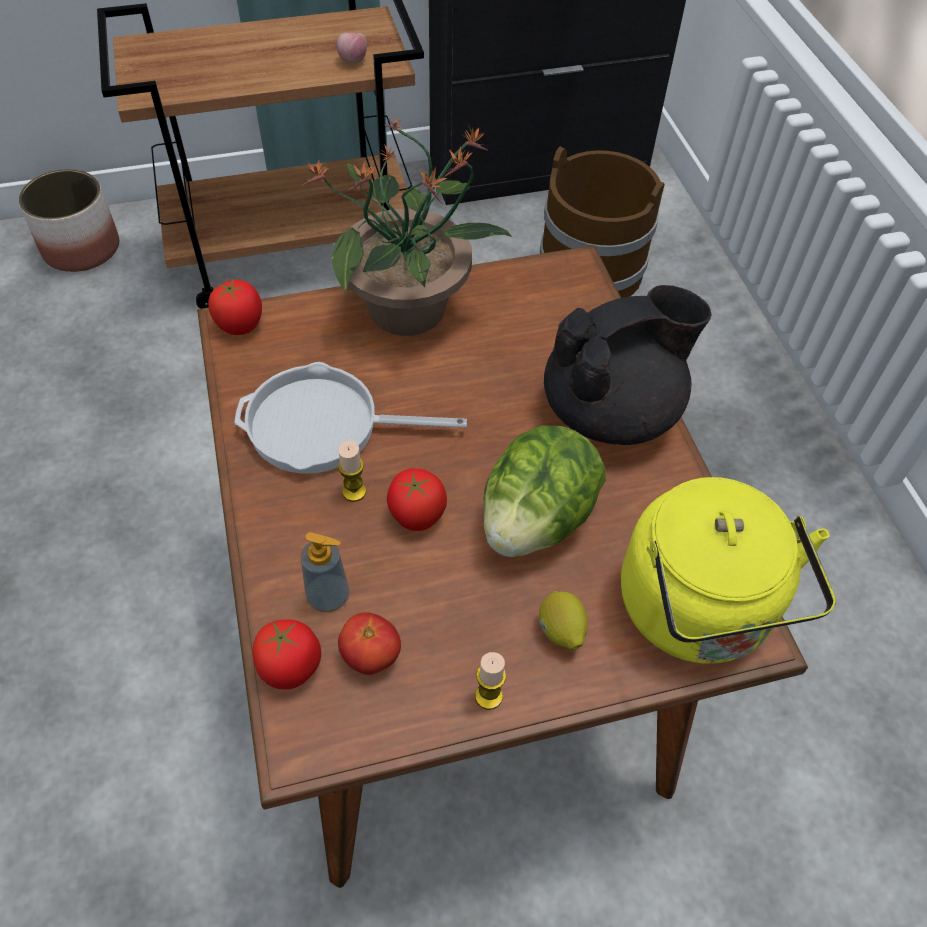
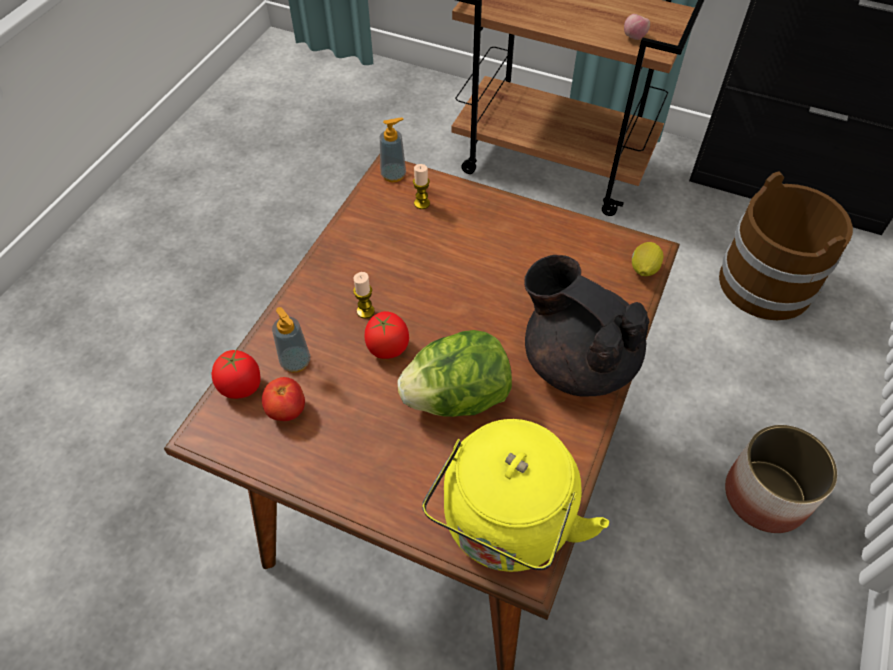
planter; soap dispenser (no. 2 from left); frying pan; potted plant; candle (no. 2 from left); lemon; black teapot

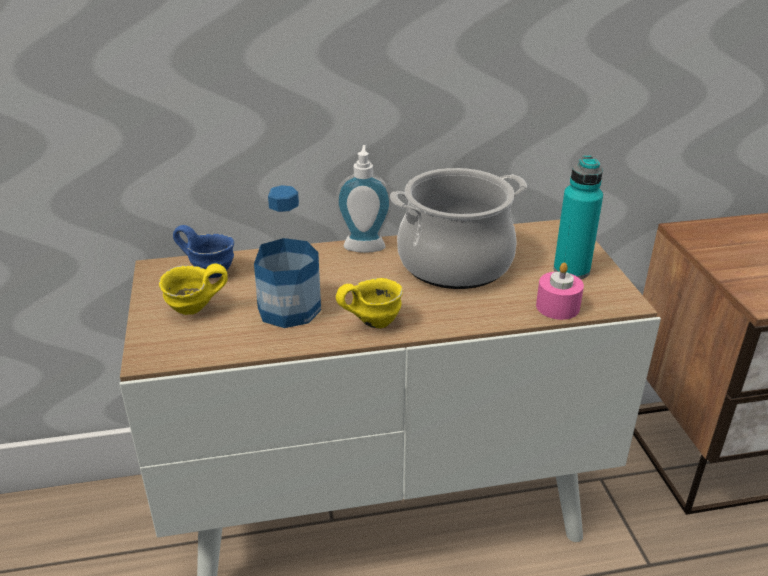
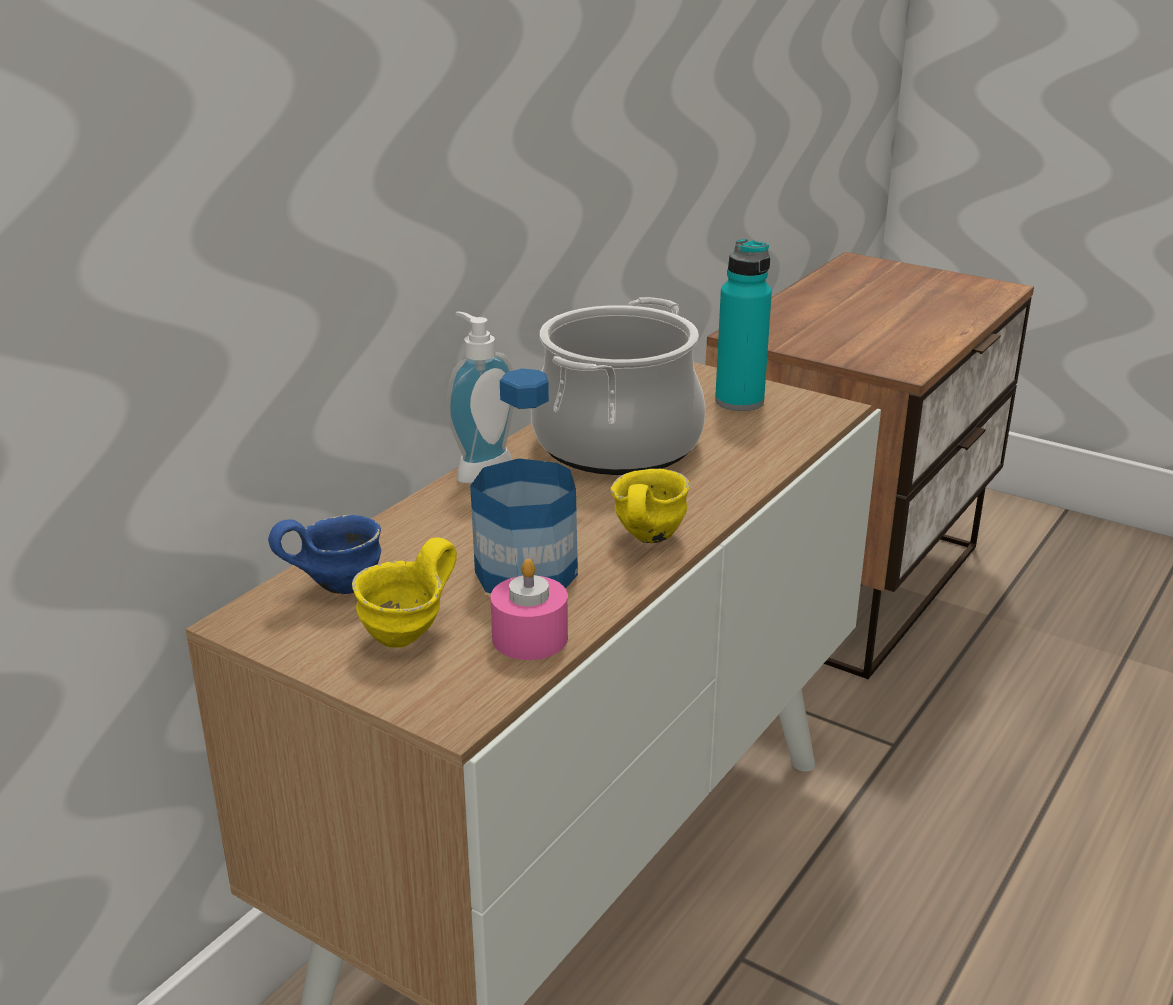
pink candle

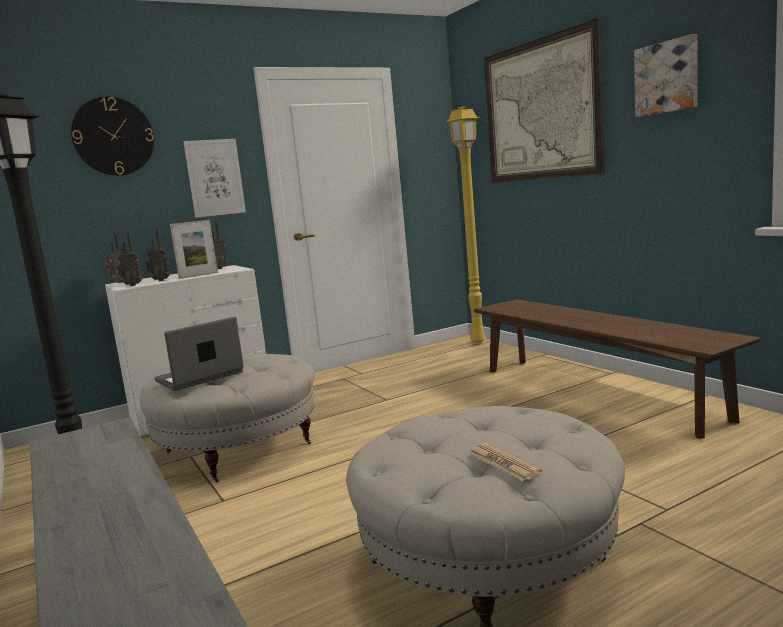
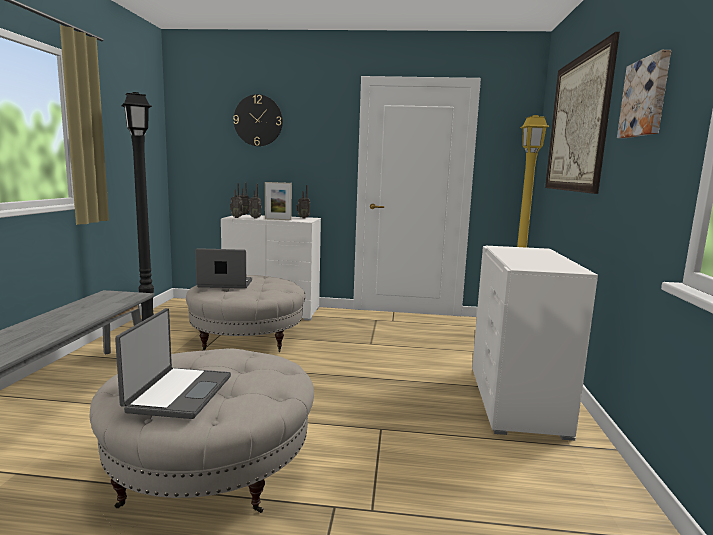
picture (no. 1 from left in the first image); laptop (no. 1 from left); white dresser (no. 2 from left)

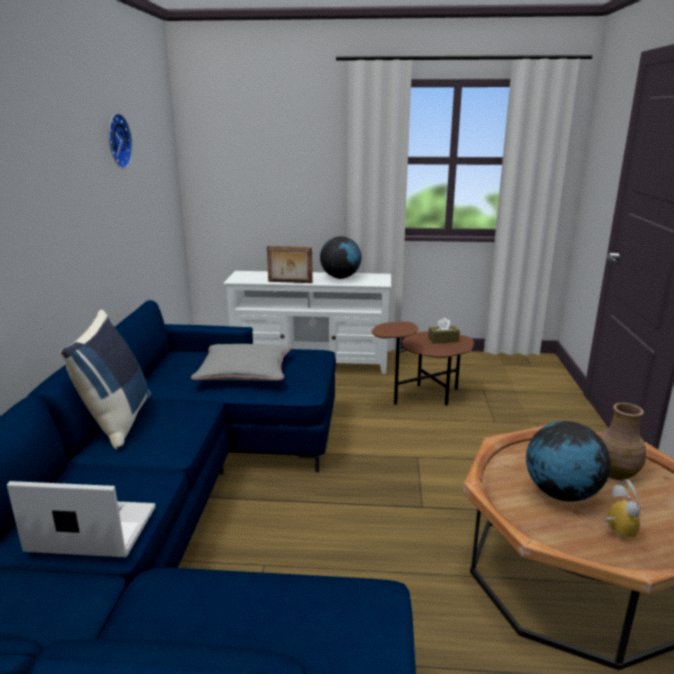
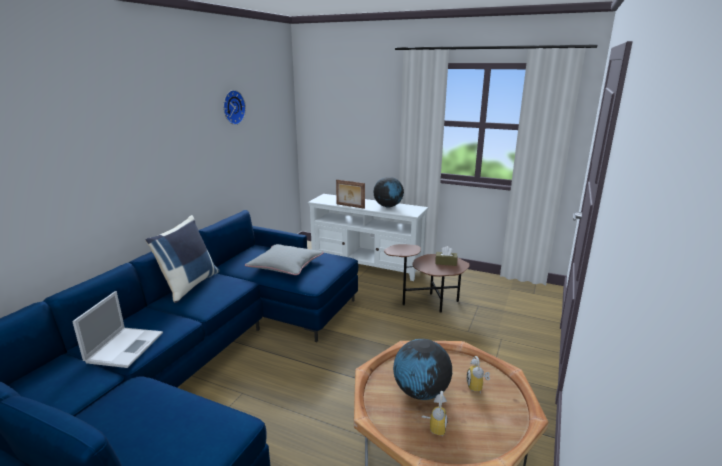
laptop; alarm clock (no. 2 from left)

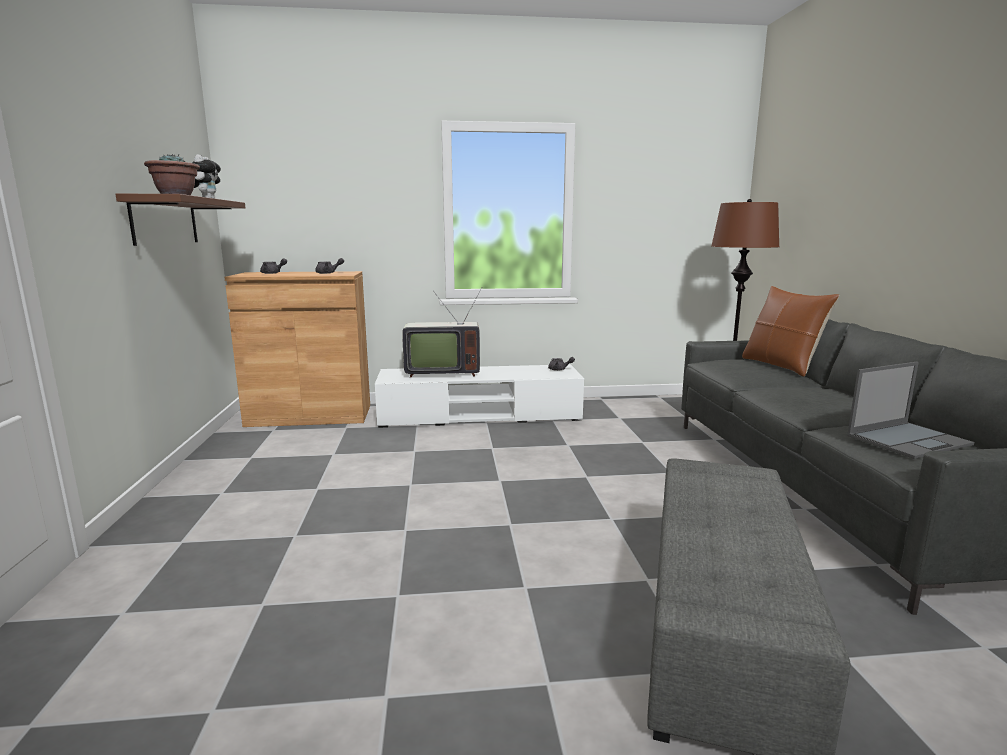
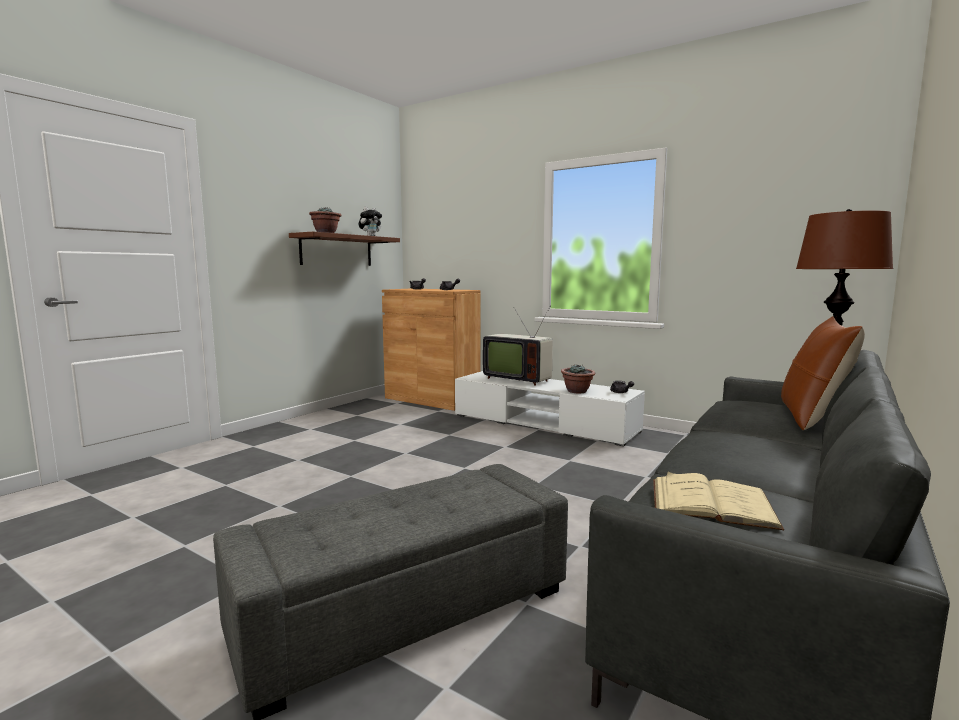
beige book; potted plant (no. 2 from left)

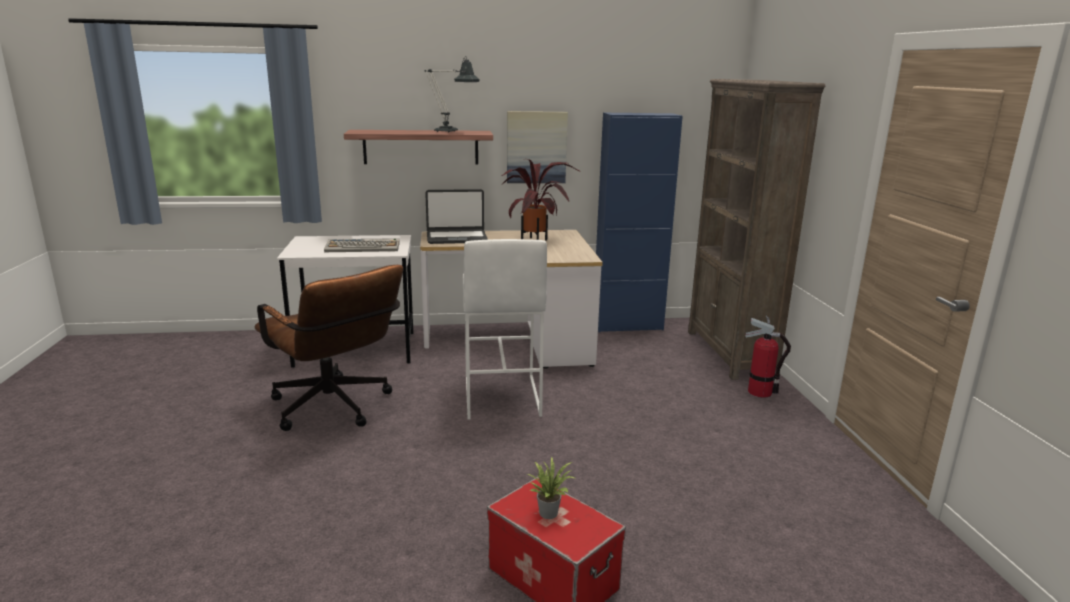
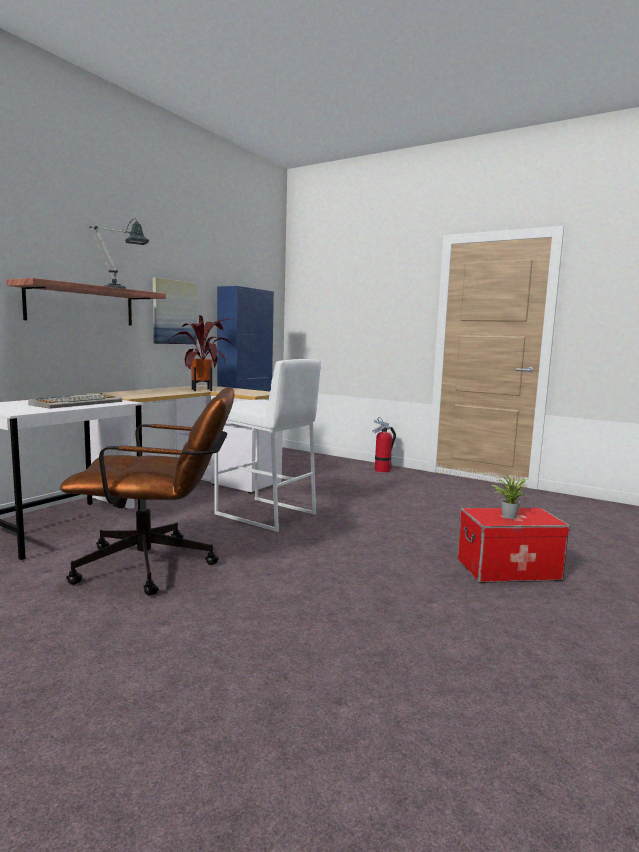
laptop; brown bookcase

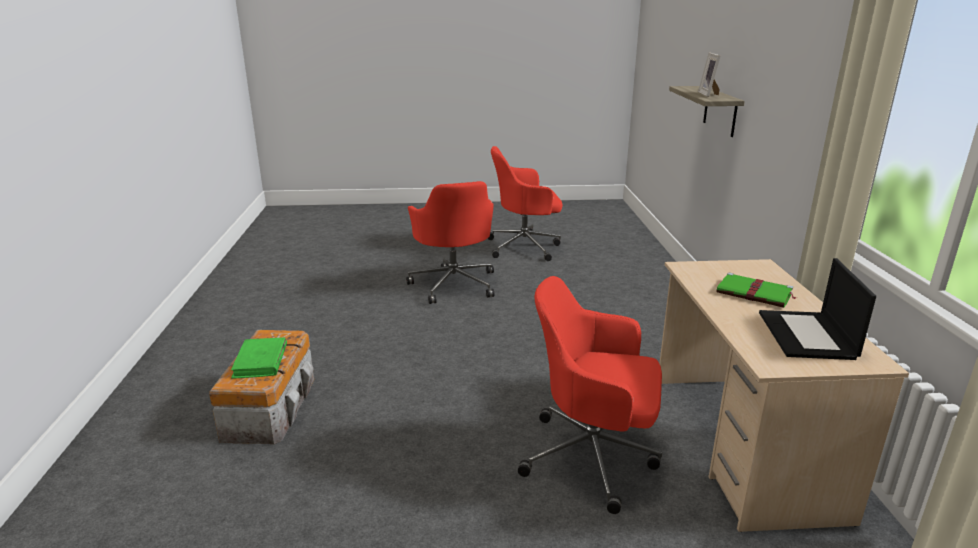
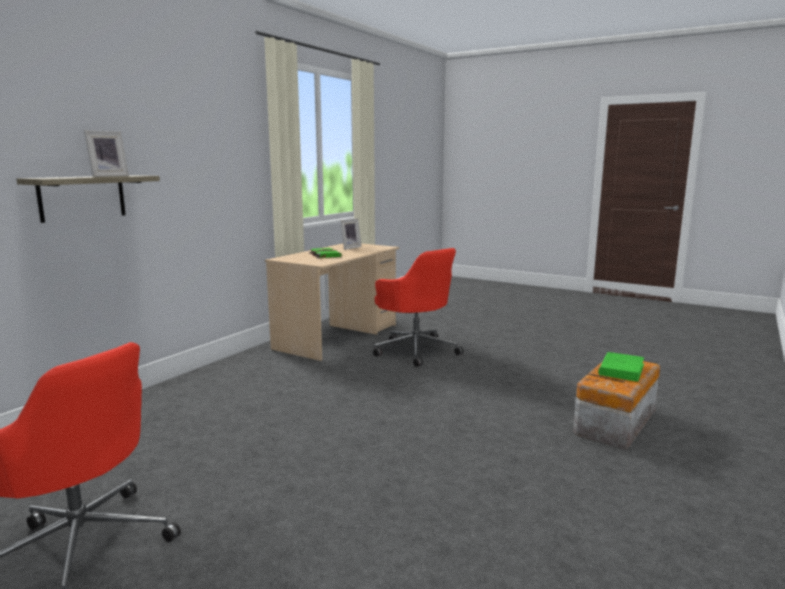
red office chair (no. 1 from left in the first image); picture frame (no. 2 from left)

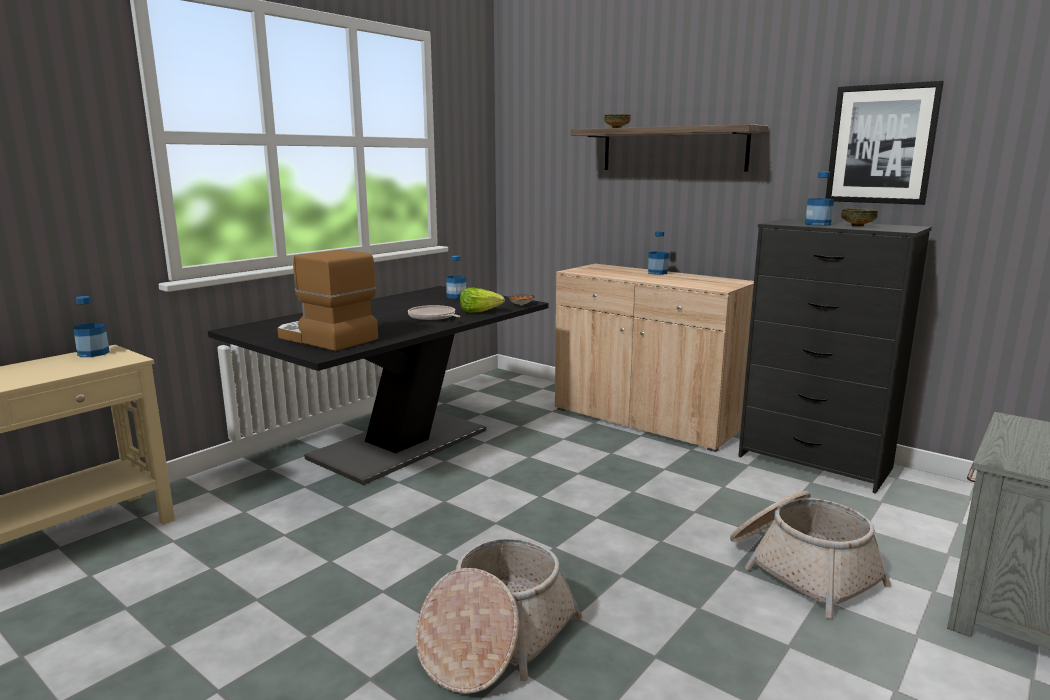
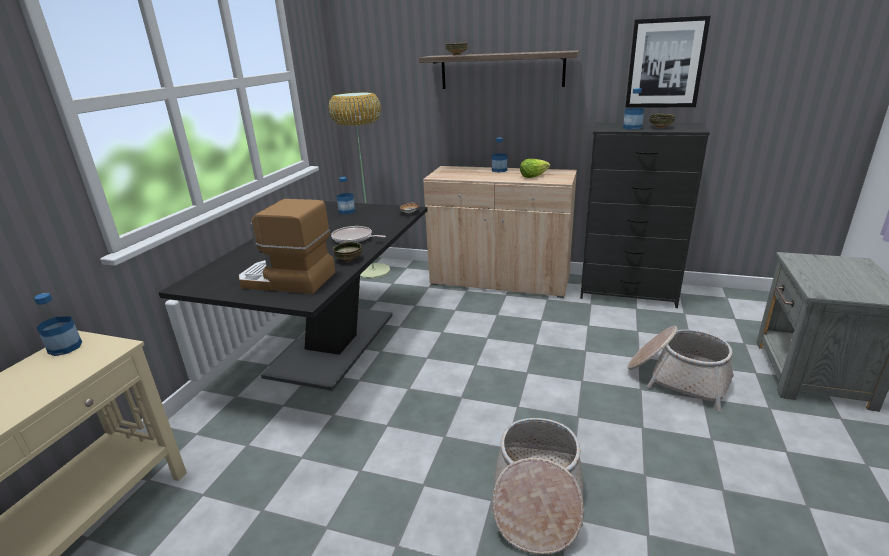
lettuce; floor lamp; bowl (no. 1 from left)

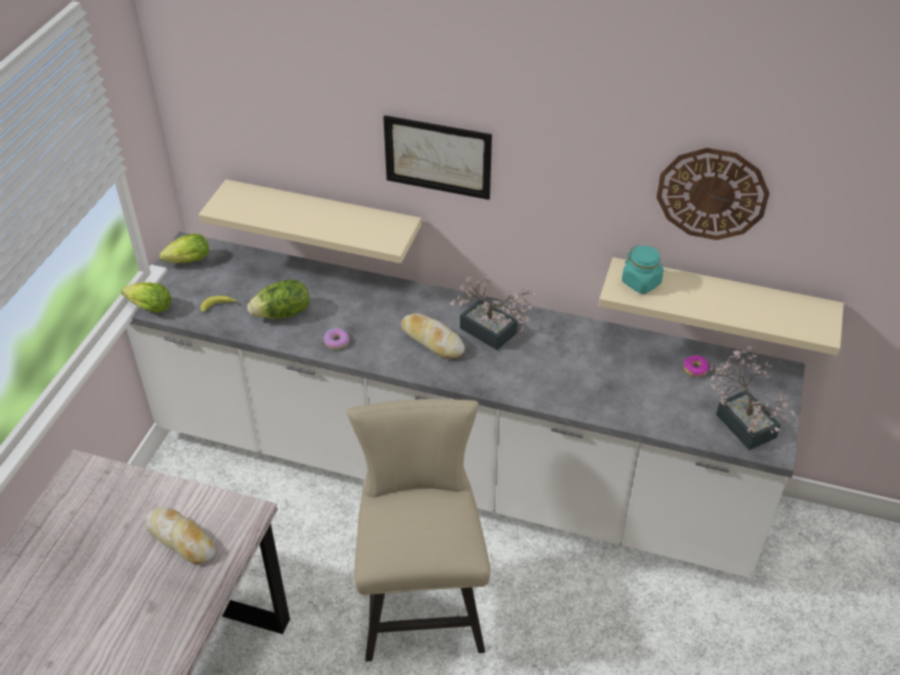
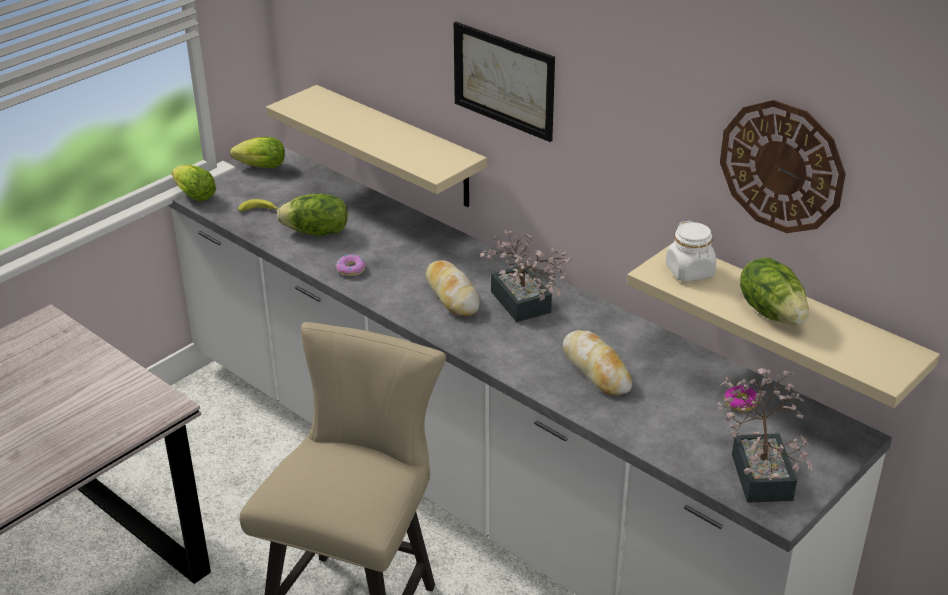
bread (no. 2 from left); white jar; lettuce (no. 4 from left)

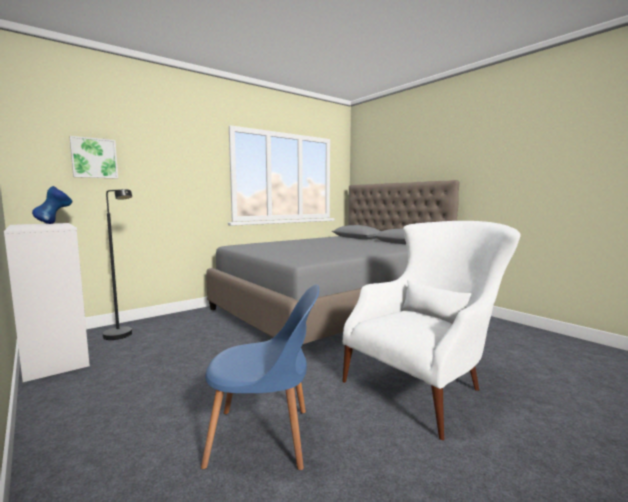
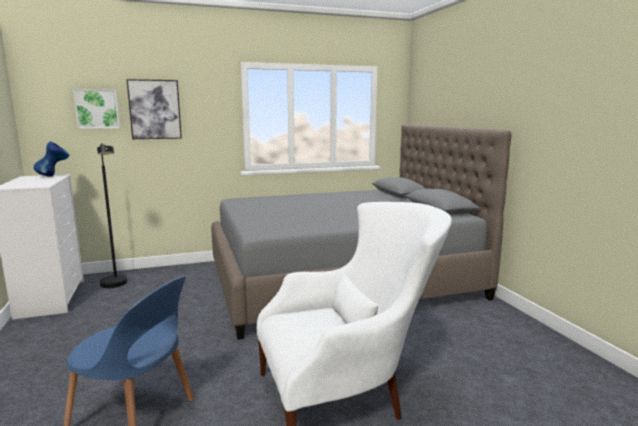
picture (no. 2 from left)

